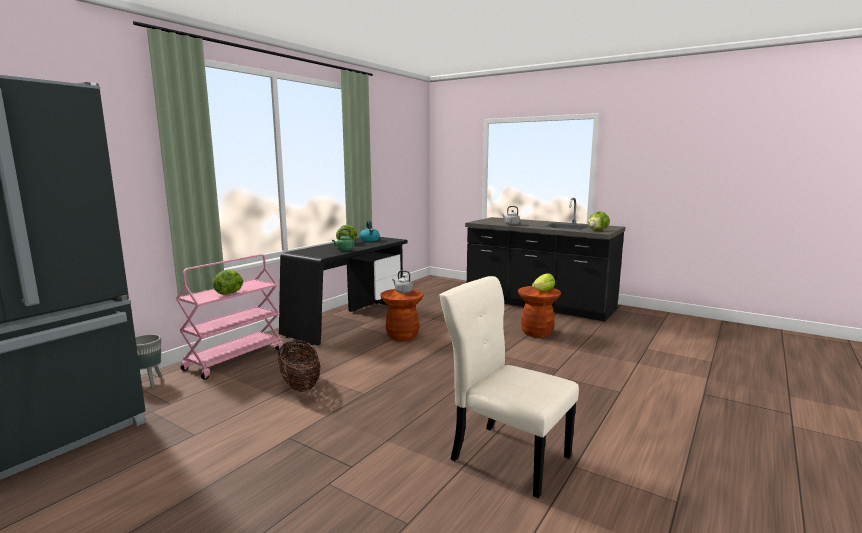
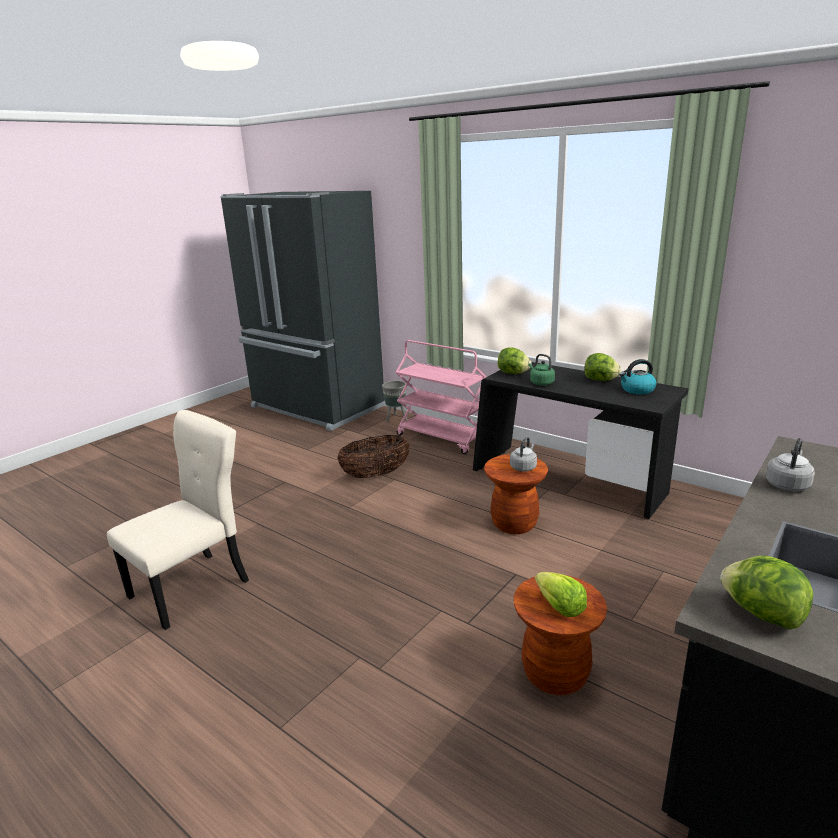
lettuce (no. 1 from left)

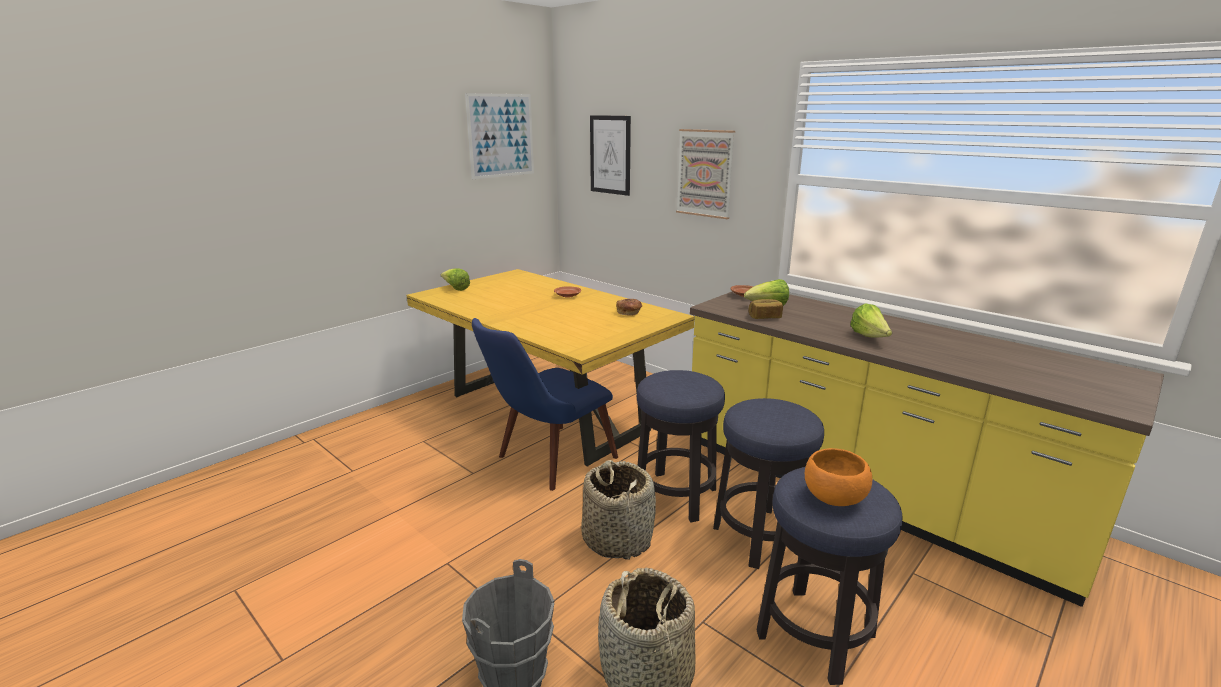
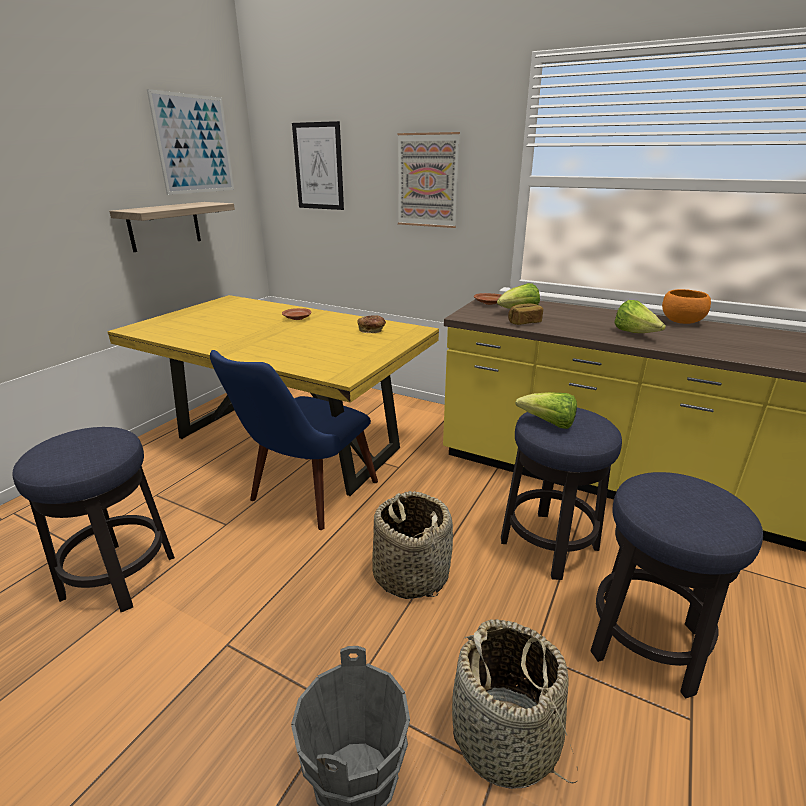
lettuce (no. 2 from left); stool (no. 1 from left); orange bowl; shelf

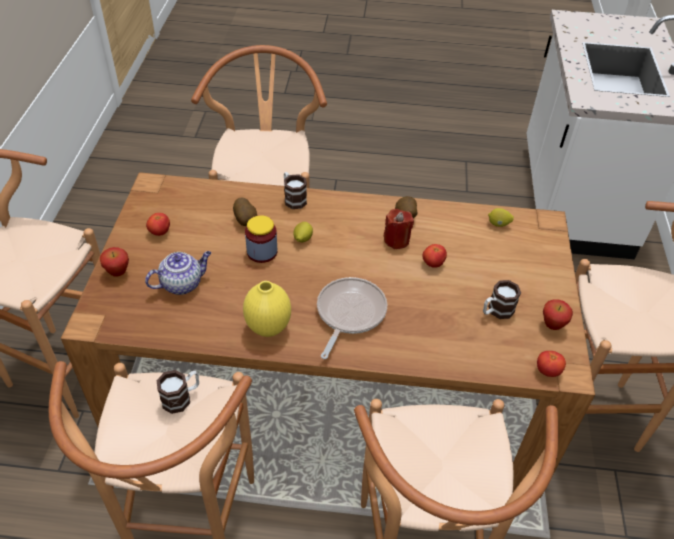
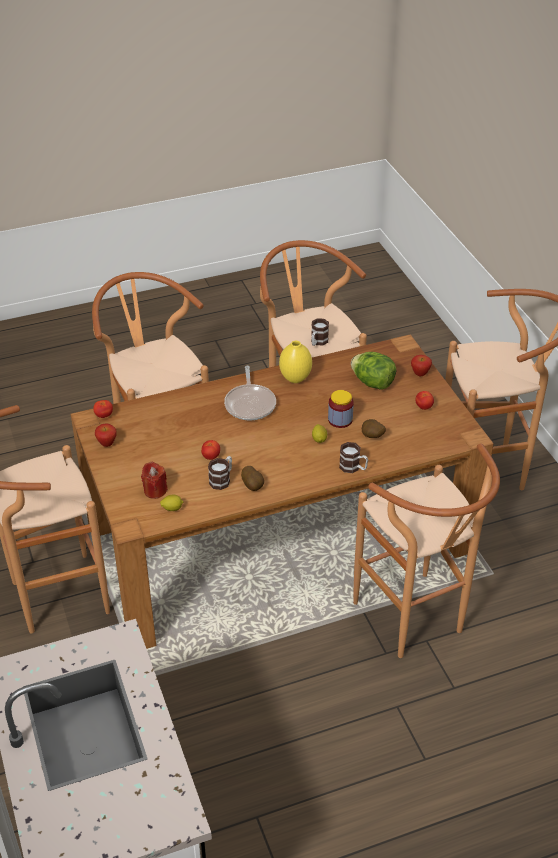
lettuce; red candle; mug (no. 1 from left)

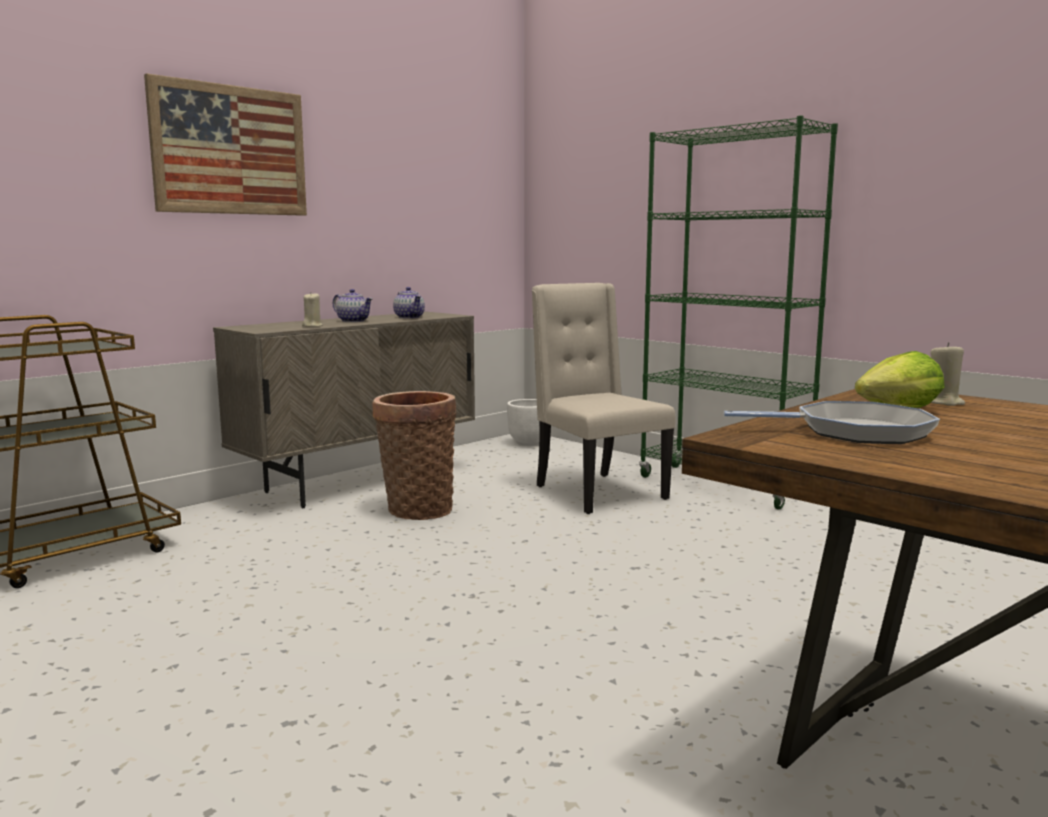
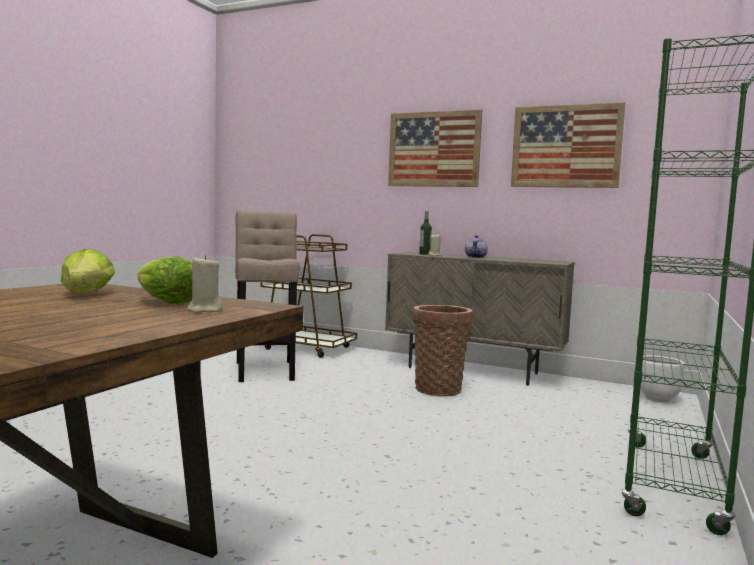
teapot (no. 2 from left in the first image); beige chair; lettuce (no. 1 from left); beige stool; bottle; picture (no. 2 from left)

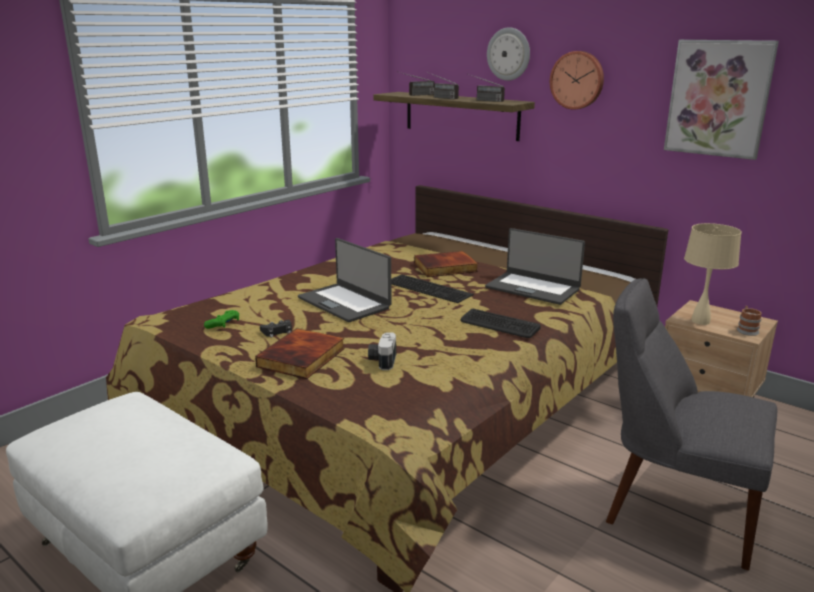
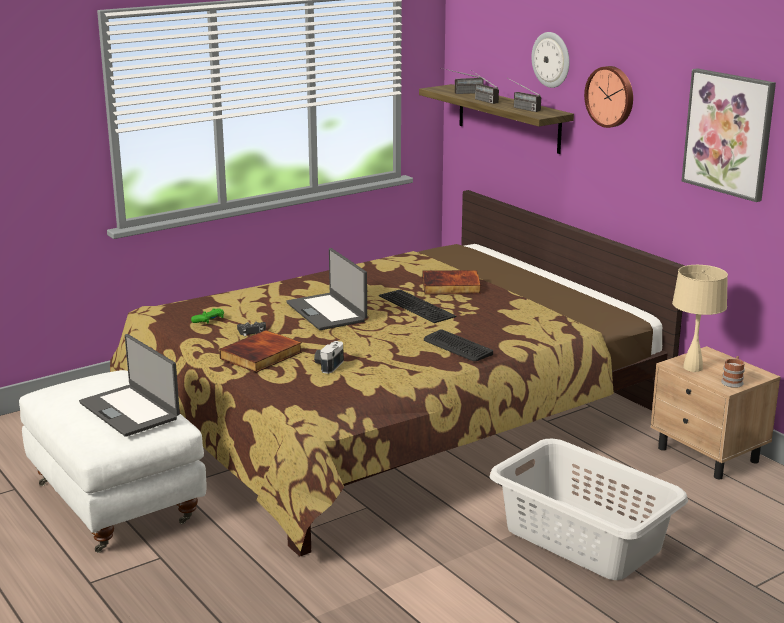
laptop (no. 1 from left); grey laundry basket

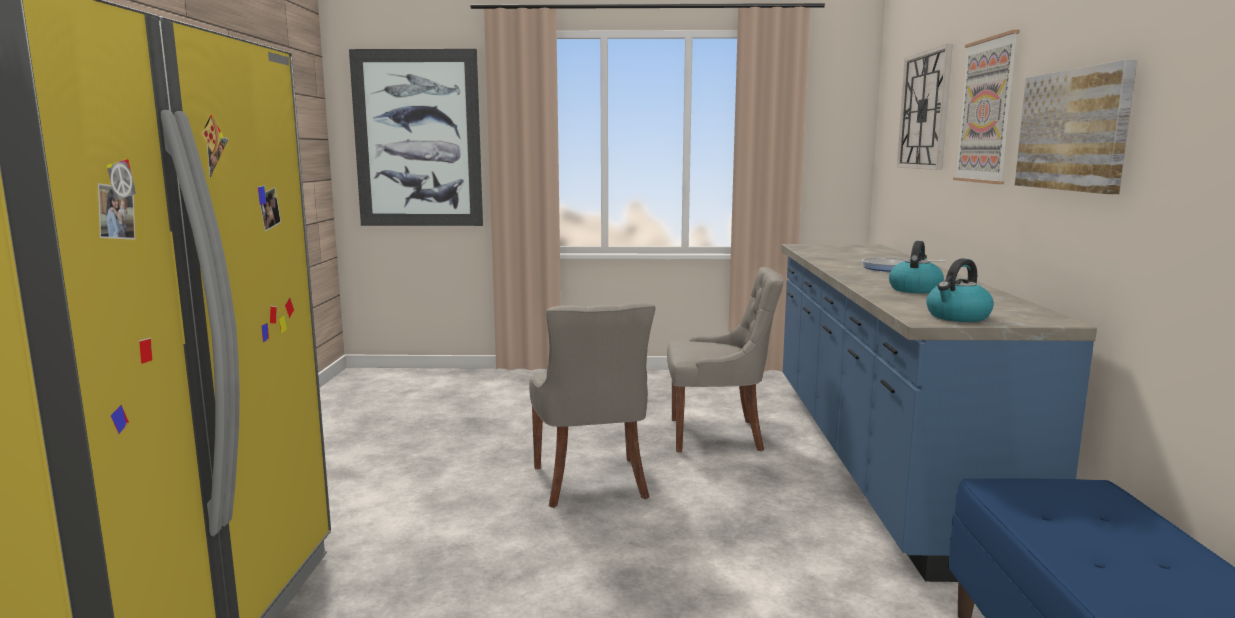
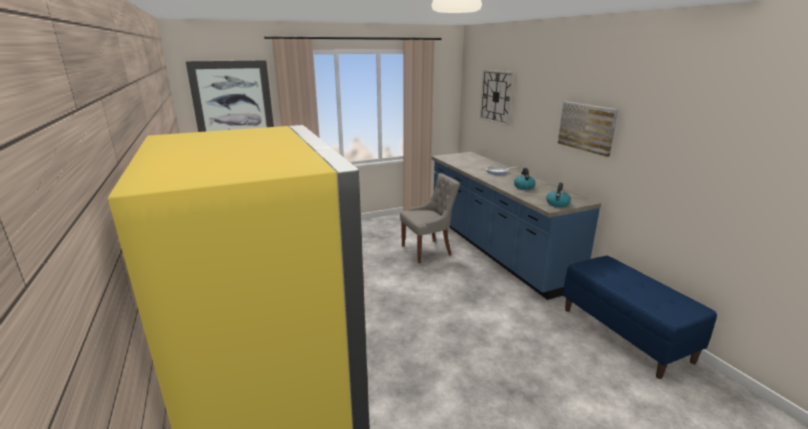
grey chair (no. 1 from left in the first image); picture (no. 2 from left in the first image)

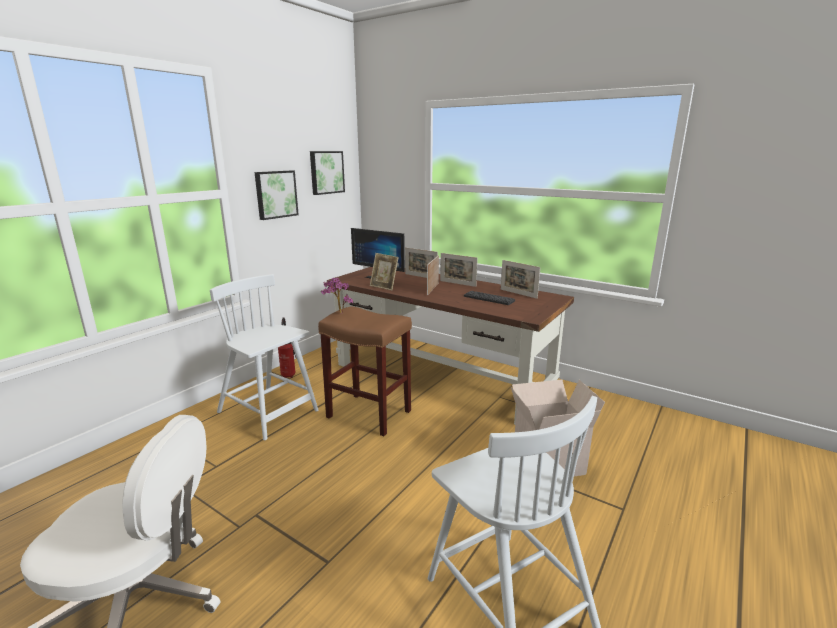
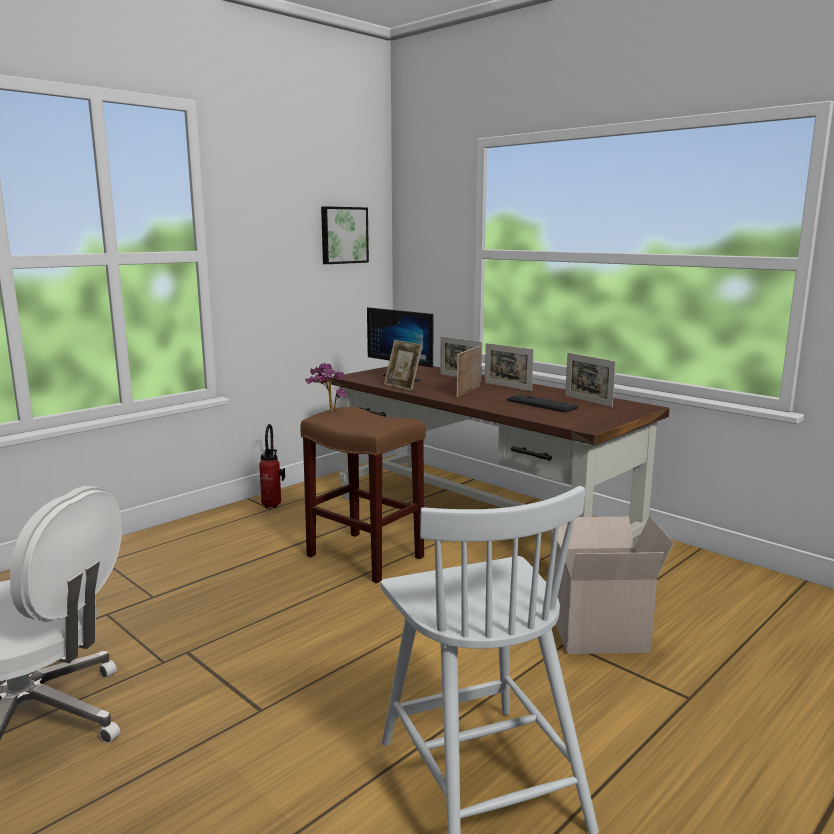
white chair (no. 1 from left in the first image); picture (no. 1 from left in the first image)

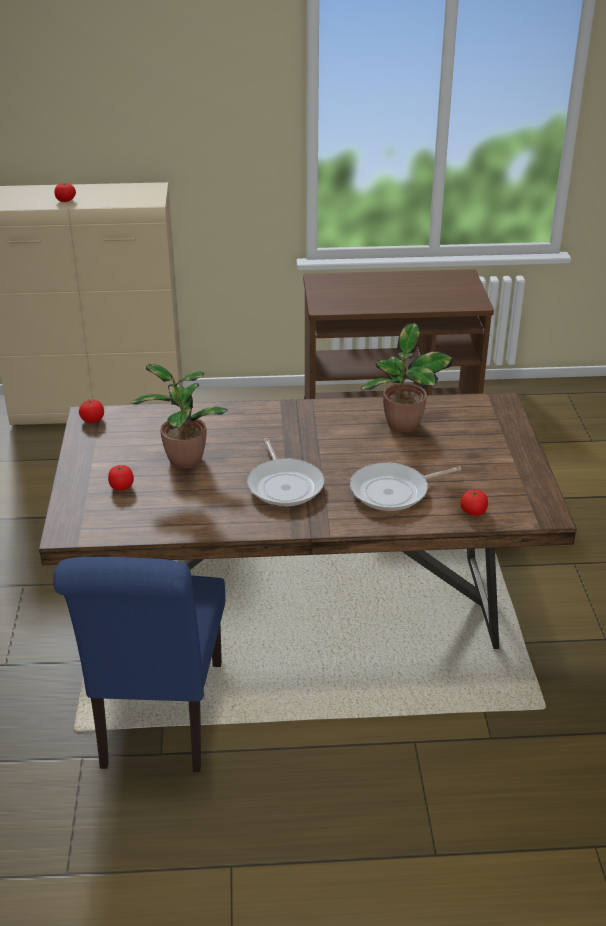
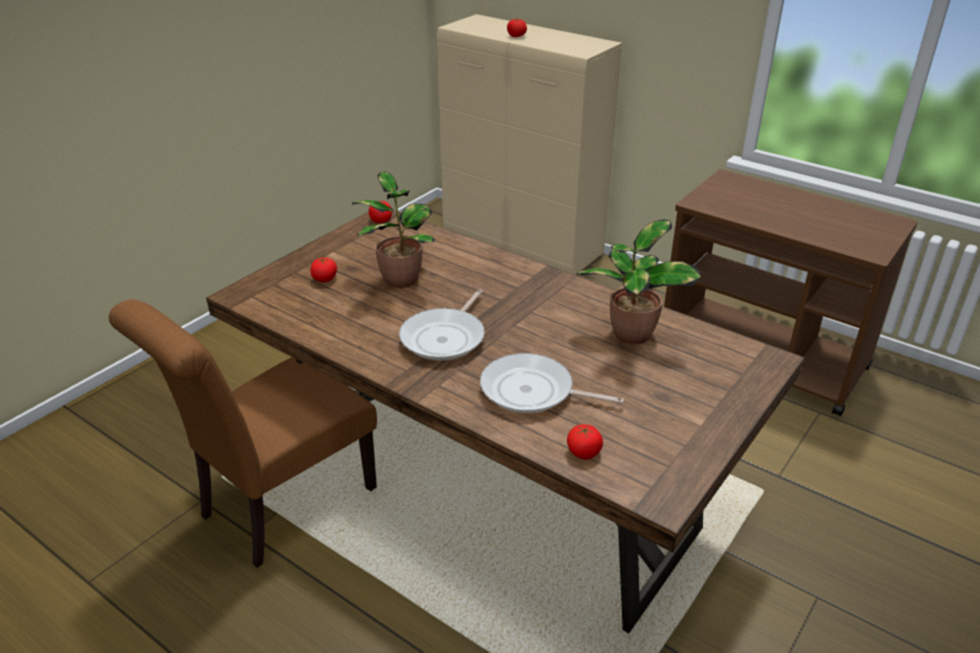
brown chair

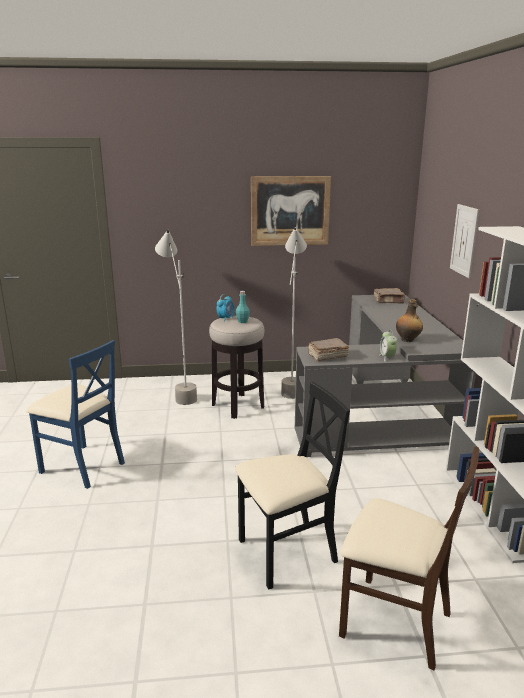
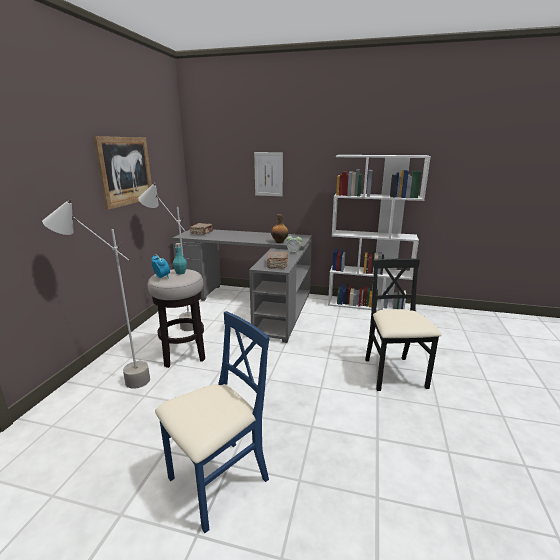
beige chair

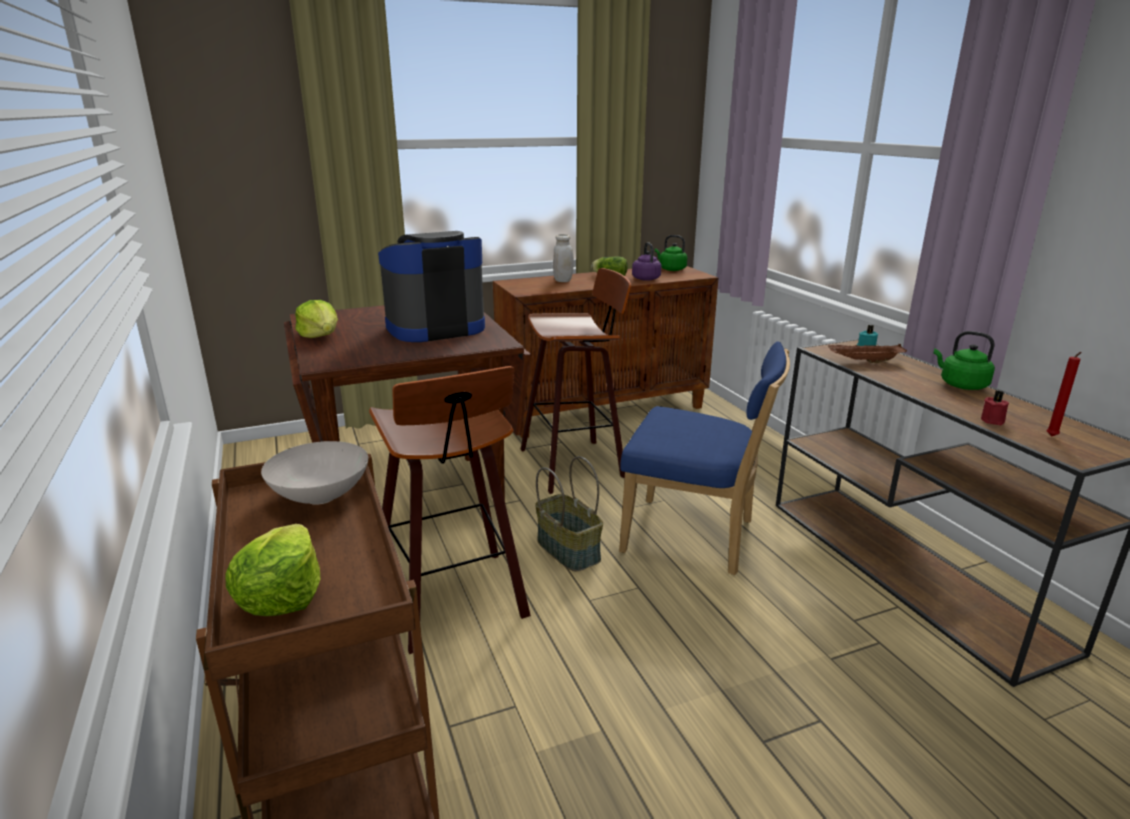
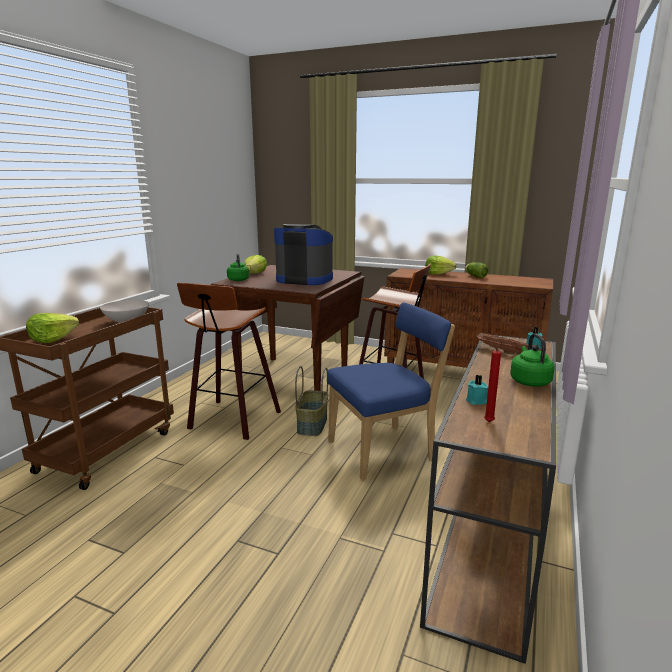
lettuce (no. 3 from left); blue chair; purple kettle; green kettle (no. 1 from left); turquoise candle (no. 1 from left)

